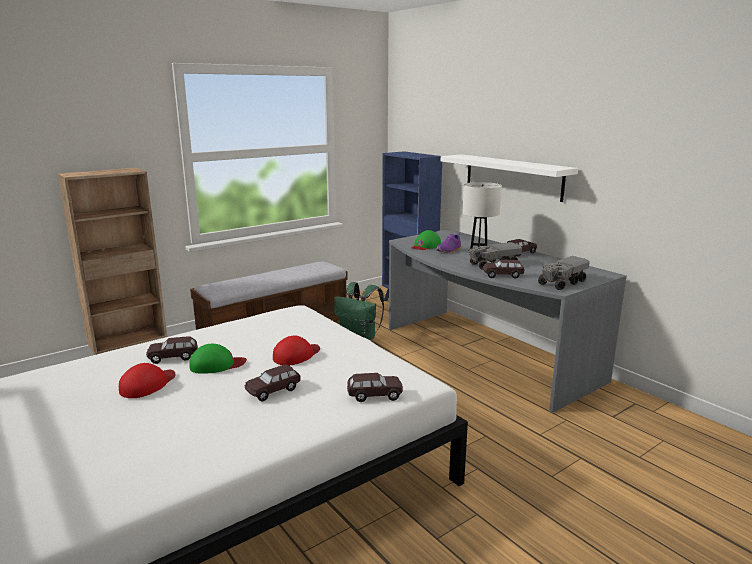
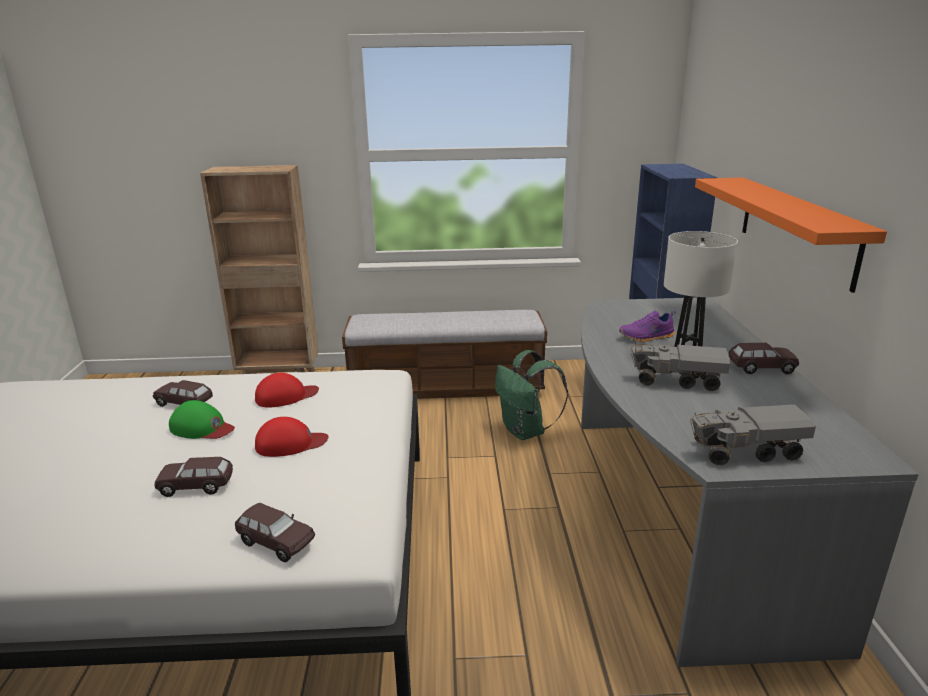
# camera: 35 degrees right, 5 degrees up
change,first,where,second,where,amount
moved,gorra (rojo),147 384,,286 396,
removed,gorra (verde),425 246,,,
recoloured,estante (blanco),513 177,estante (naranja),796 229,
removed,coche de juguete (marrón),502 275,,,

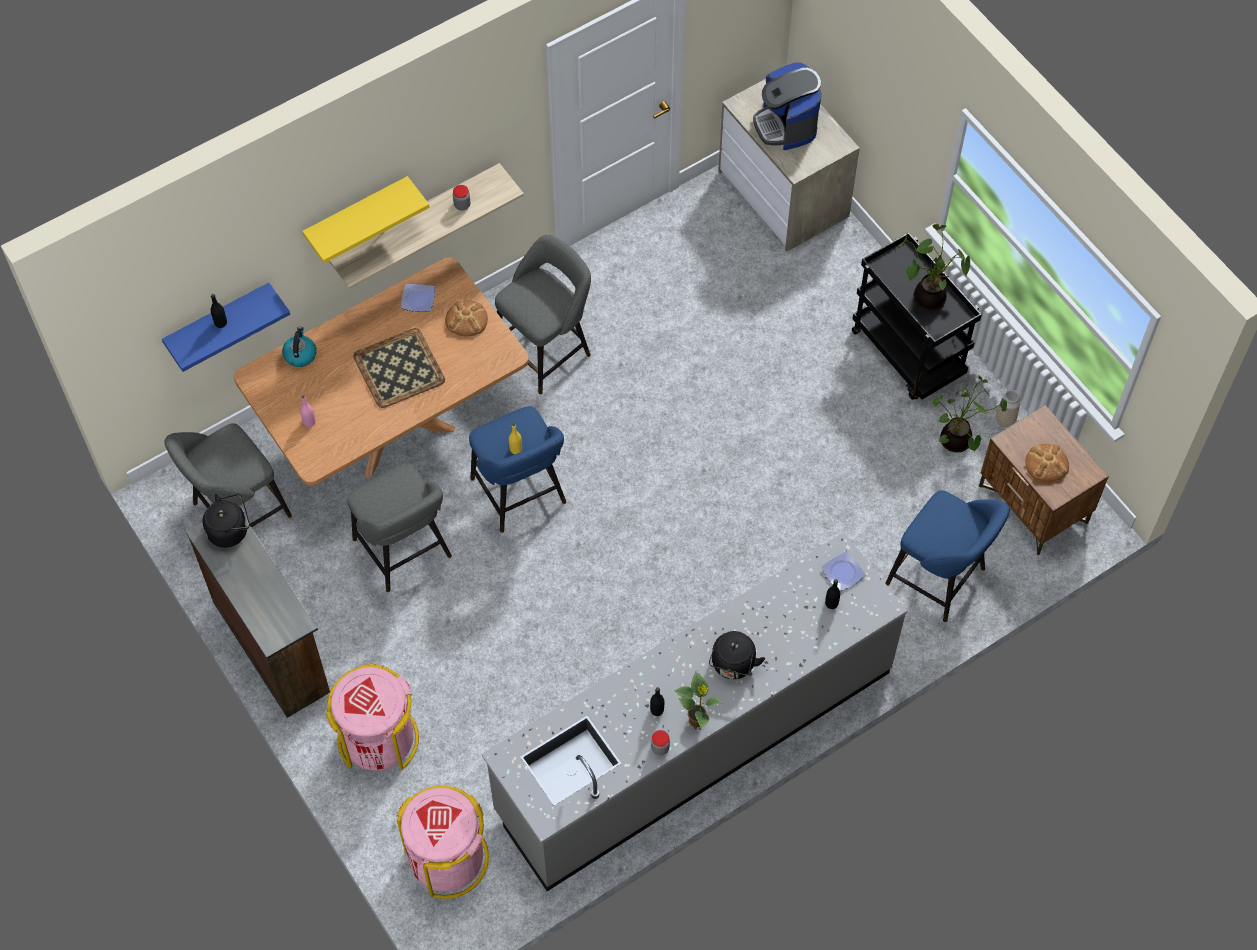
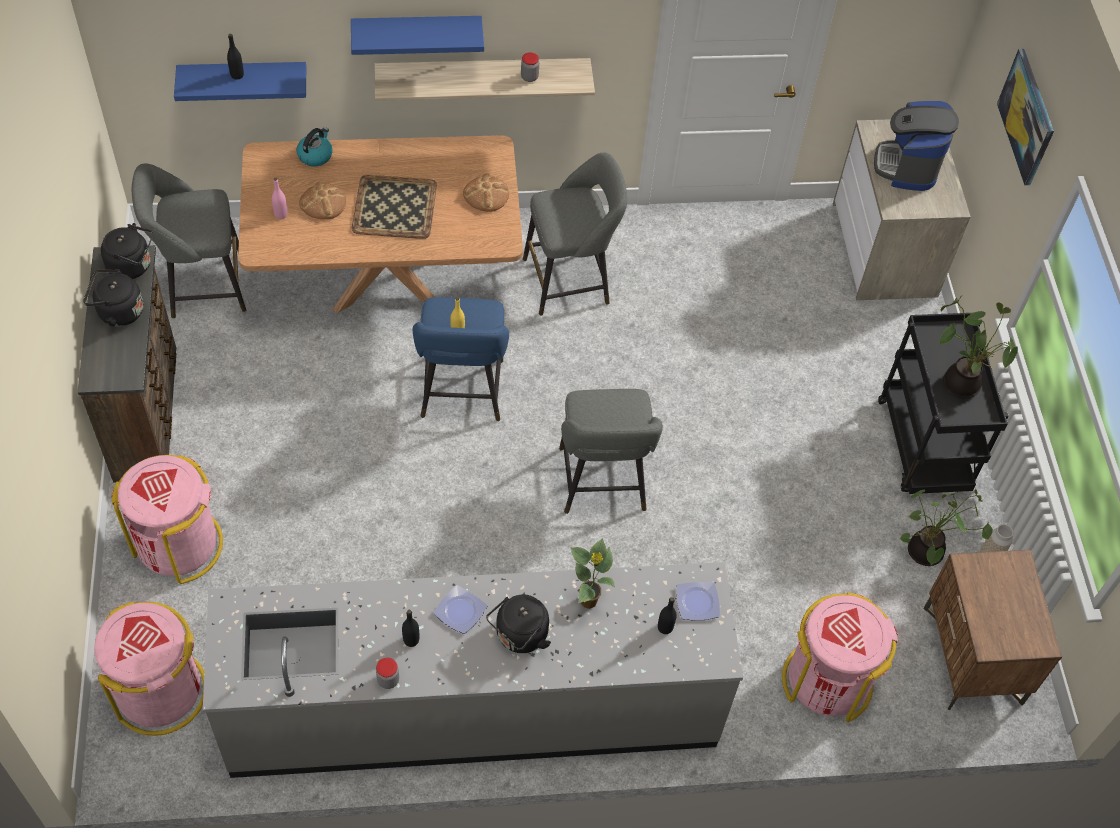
# camera: 25 degrees right, 5 degrees down
change,first,where,second,where,amount
recoloured,estante (amarillo),357 215,estante (azul),417 33,
moved,taburete (gris),405 552,,602 484,
moved,plato,418 300,,460 612,
moved,planta en maceta,697 721,,589 602,
replaced,taburete (azul),940 579,papelera (rosa),827 680,
moved,pan,1046 464,,323 203,
added,,,hervidor (negro),117 312,
added,,,cuadro,1027 116,

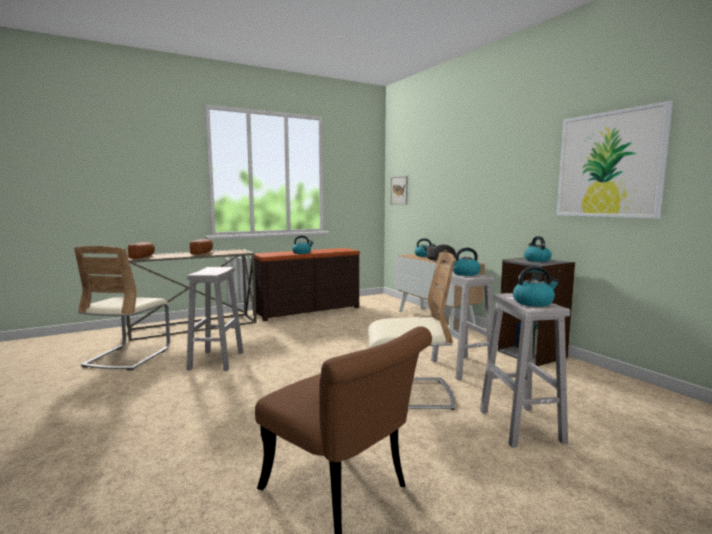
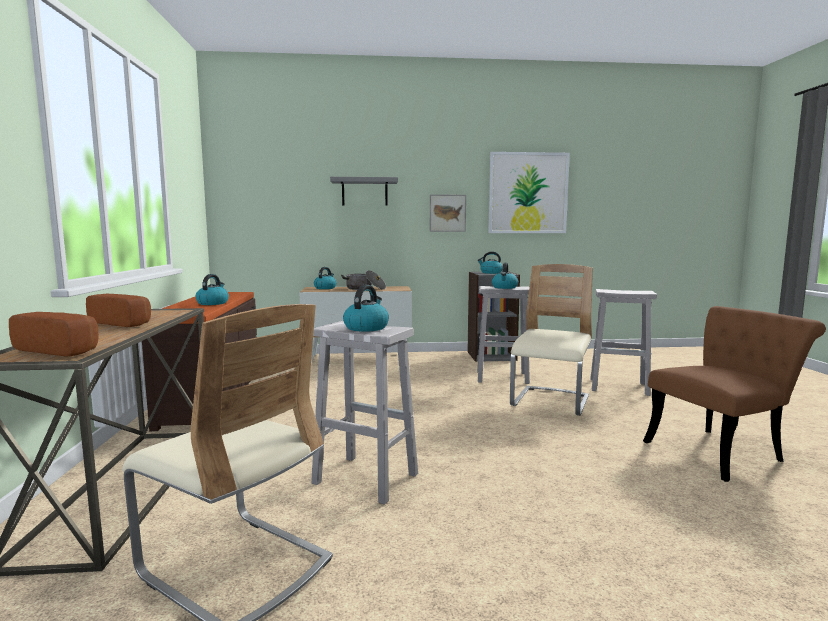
# camera: 65 degrees left, 0 degrees up
change,first,where,second,where,amount
moved,cuadro,399 190,,447 213,
moved,hervidor,533 302,,366 328,
added,,,estante (gris),364 192,

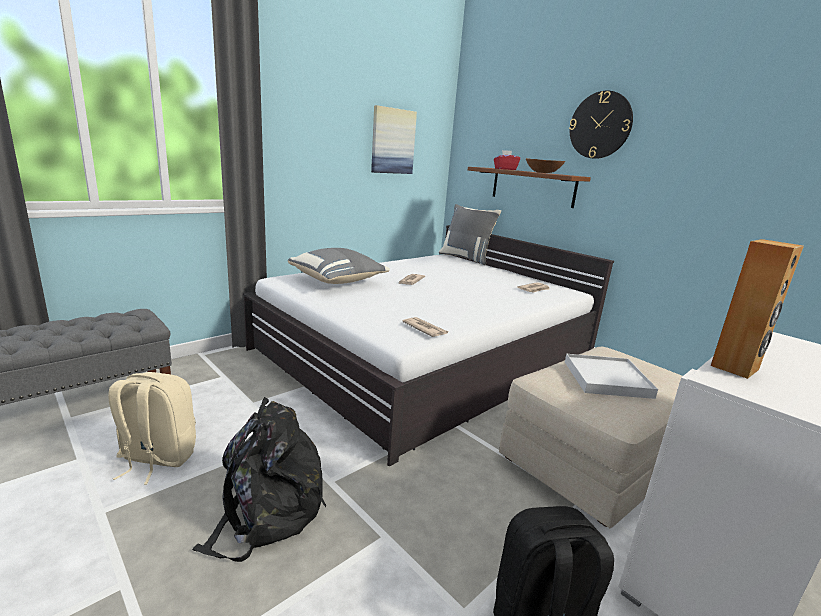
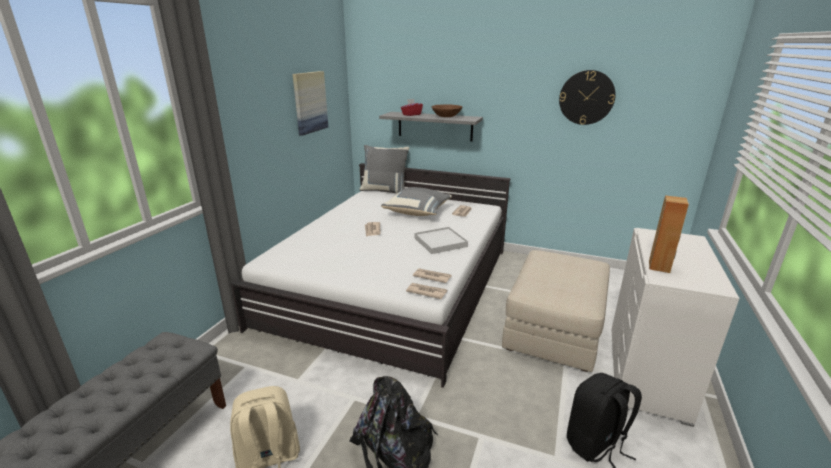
# camera: 25 degrees left, 5 degrees up
change,first,where,second,where,amount
moved,cojín (gris),338 281,,418 212,
recoloured,estante (marrón),532 187,estante (gris),435 126,
moved,bandeja (blanco),606 379,,440 242,
moved,reloj de pared,600 125,,586 97,
added,,,periódico,426 292,

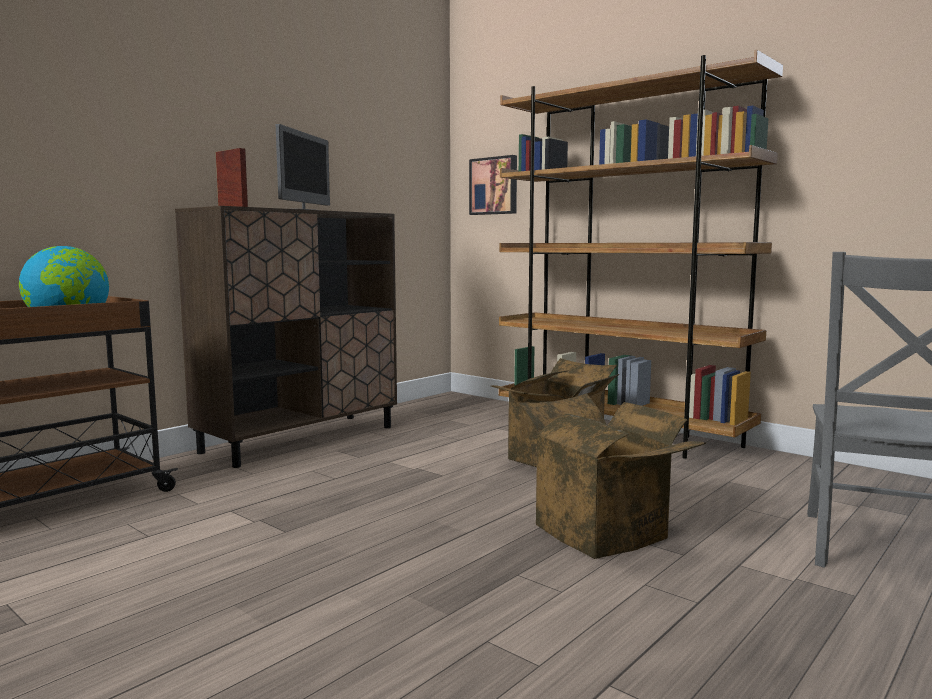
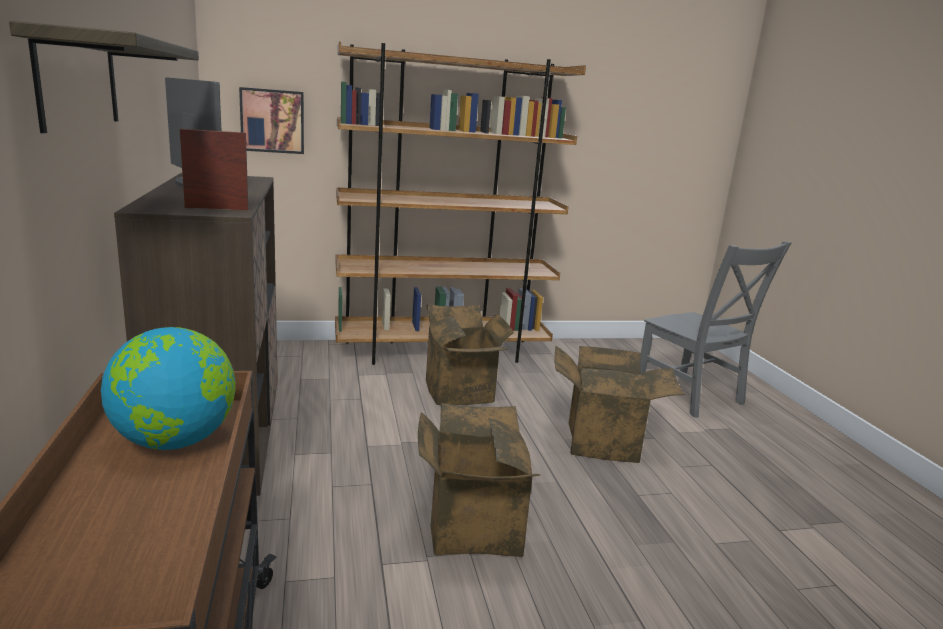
# camera: 55 degrees left, 10 degrees up
change,first,where,second,where,amount
added,,,estante,79 81,
added,,,caja de cartón,470 526,

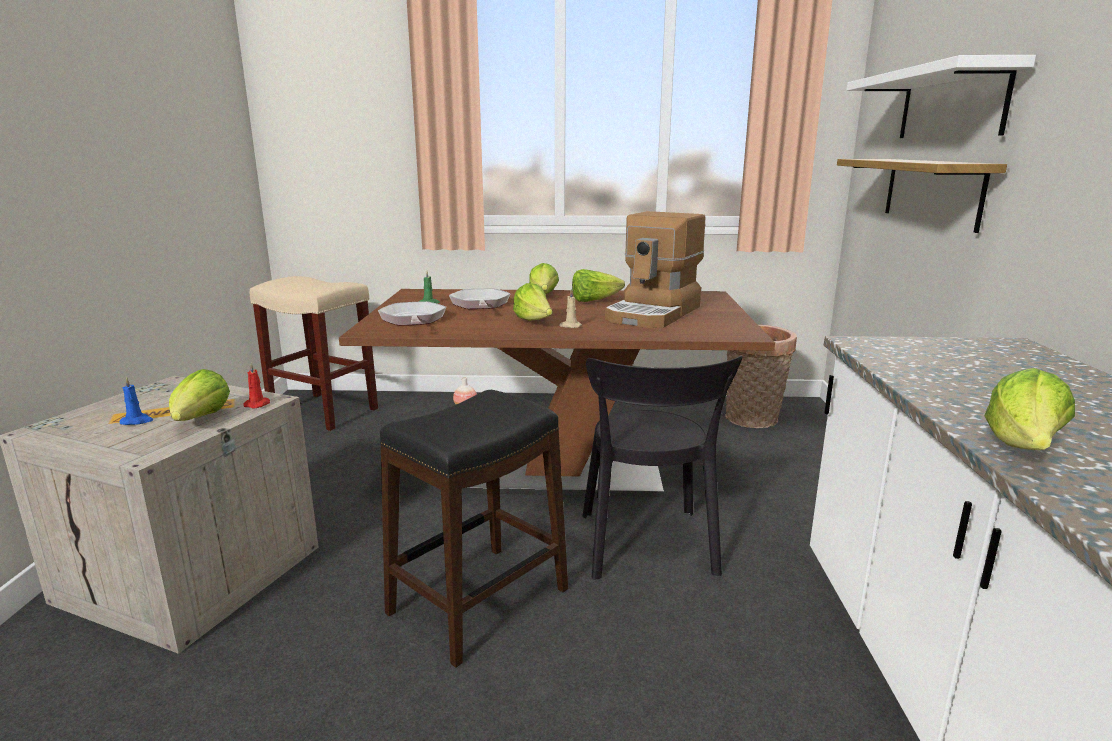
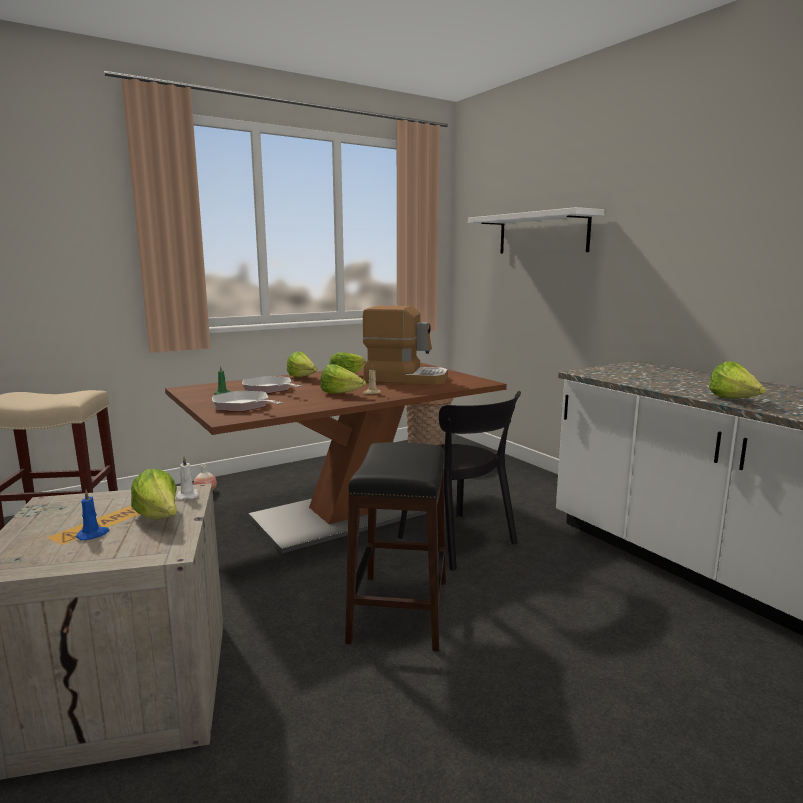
# camera: 35 degrees left, 5 degrees down
change,first,where,second,where,amount
recoloured,vela (rojo),258 404,vela (blanco),187 495,
turned,cafetera,654 313,,405 378,75 degrees counterclockwise
removed,estante,931 191,,,

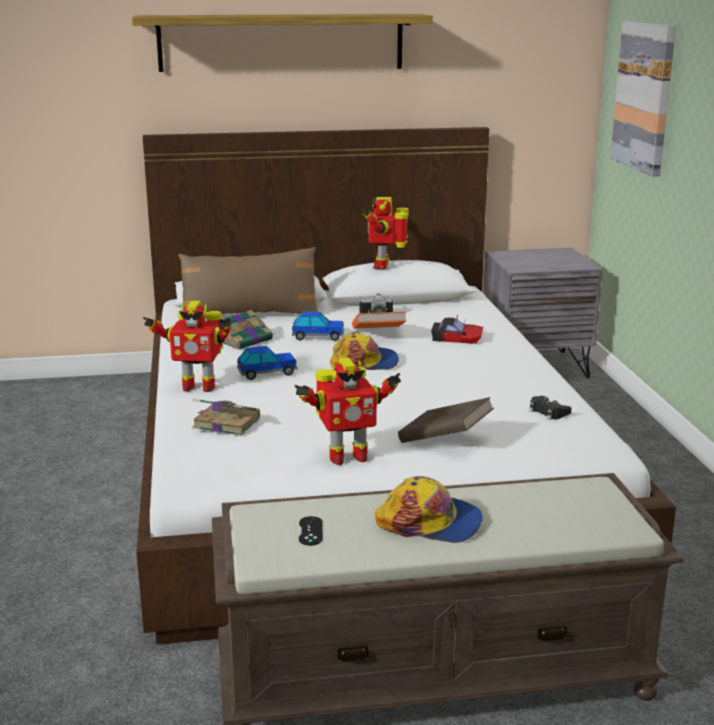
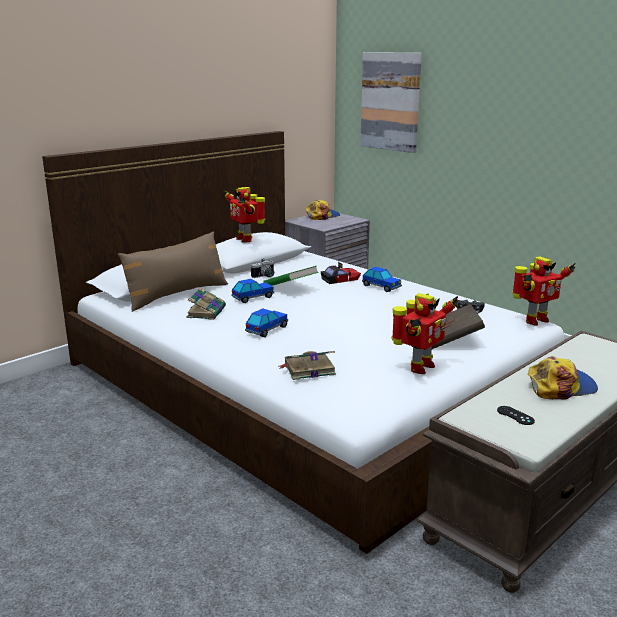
# camera: 35 degrees left, 0 degrees up
change,first,where,second,where,amount
removed,estante,281 42,,,
moved,robot de juguete,197 386,,534 320,
moved,gorra,364 362,,322 216,
recoloured,libro (naranja),378 336,libro (verde),290 288,
added,,,coche de juguete,381 287,

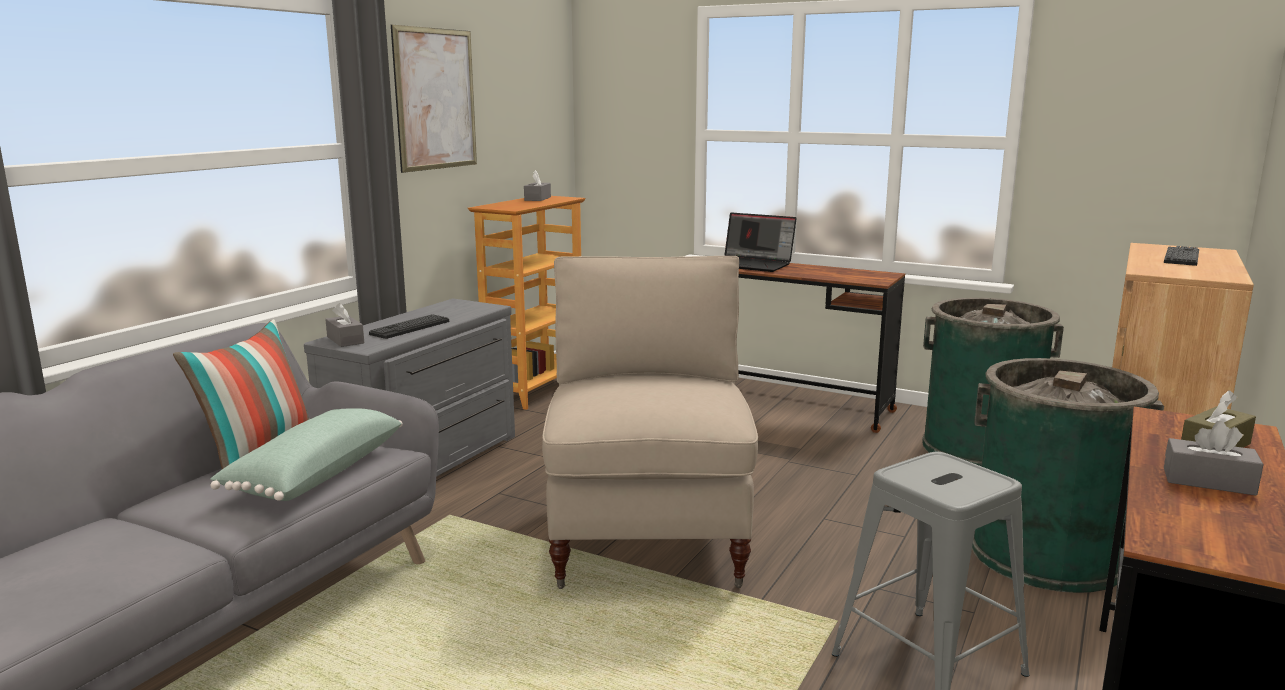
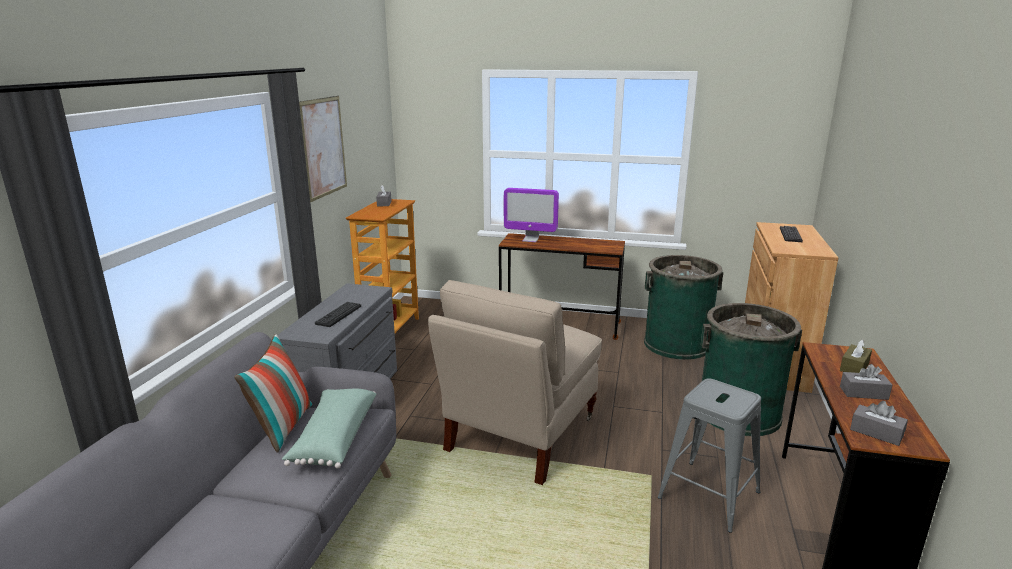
# camera: 15 degrees left, 5 degrees up
change,first,where,second,where,amount
moved,caja de pañuelos (gris),345 340,,876 432,
turned,silla (beis),648 538,,520 435,135 degrees counterclockwise
replaced,portátil,752 264,monitor,530 239,

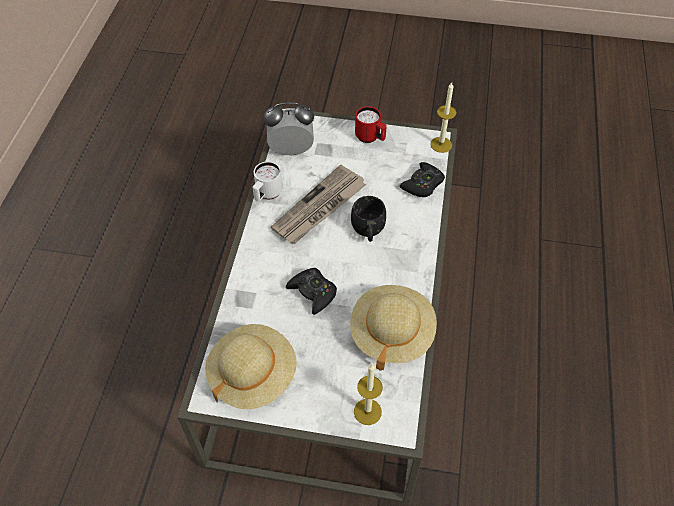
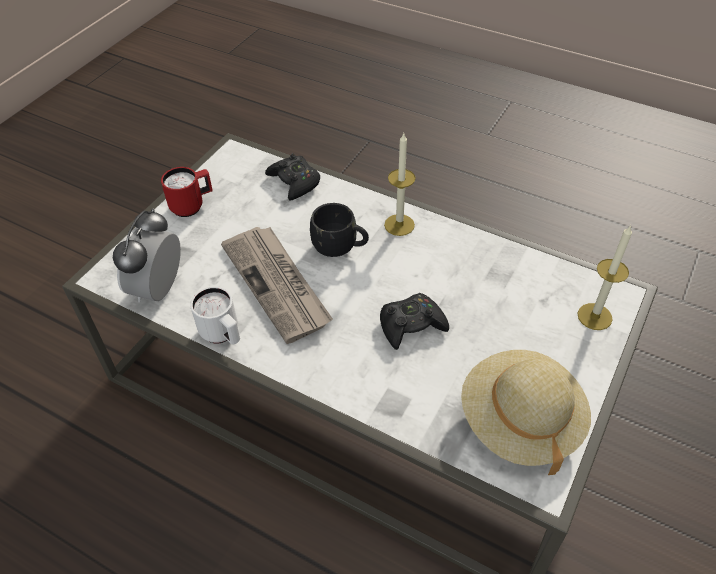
# camera: 70 degrees left, 5 degrees down
change,first,where,second,where,amount
removed,sombrero (beis),391 333,,,
moved,vela,441 144,,399 225,

